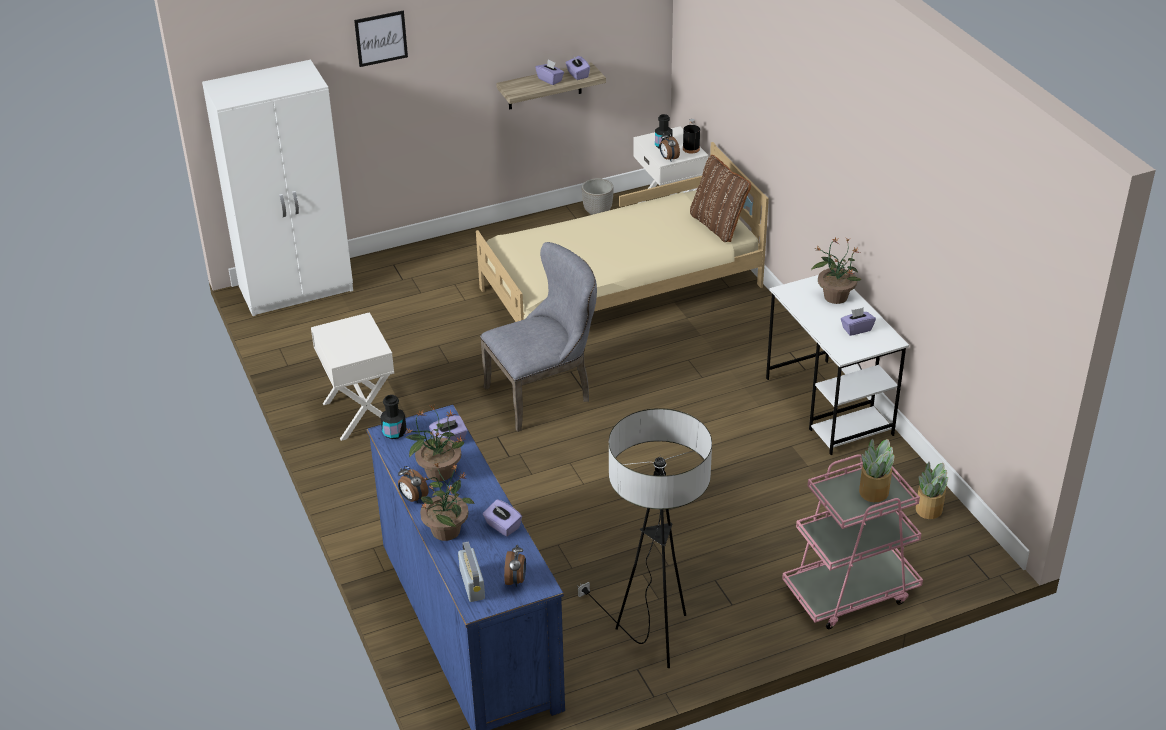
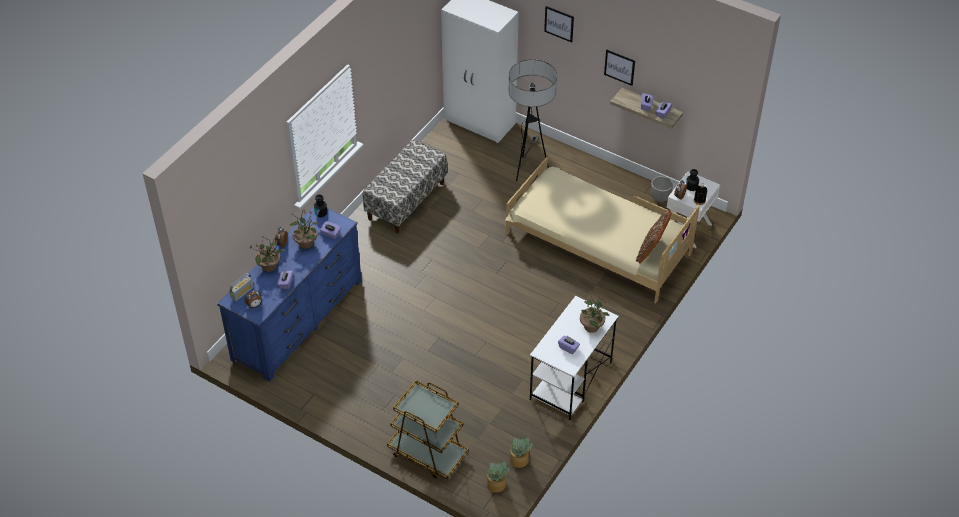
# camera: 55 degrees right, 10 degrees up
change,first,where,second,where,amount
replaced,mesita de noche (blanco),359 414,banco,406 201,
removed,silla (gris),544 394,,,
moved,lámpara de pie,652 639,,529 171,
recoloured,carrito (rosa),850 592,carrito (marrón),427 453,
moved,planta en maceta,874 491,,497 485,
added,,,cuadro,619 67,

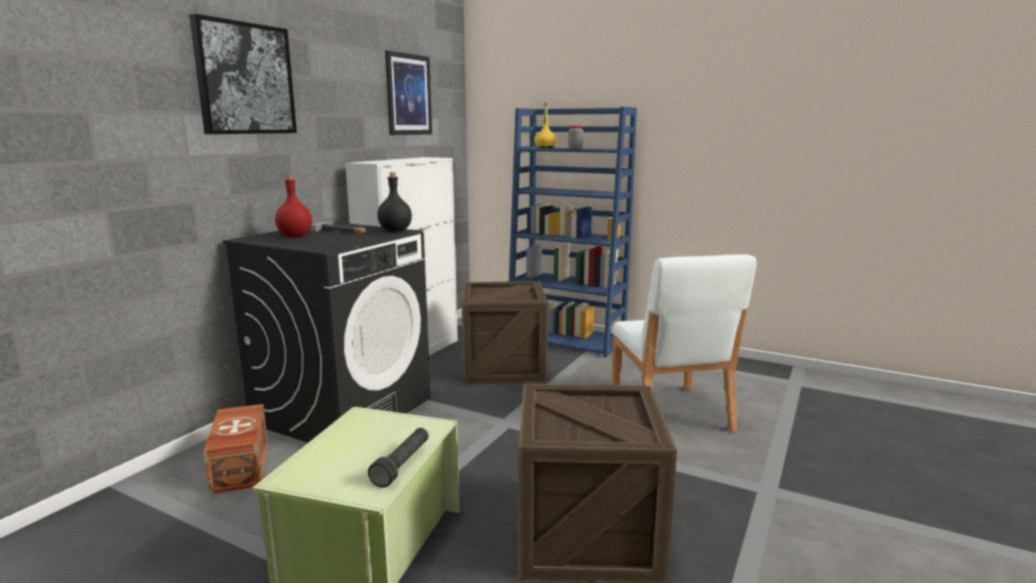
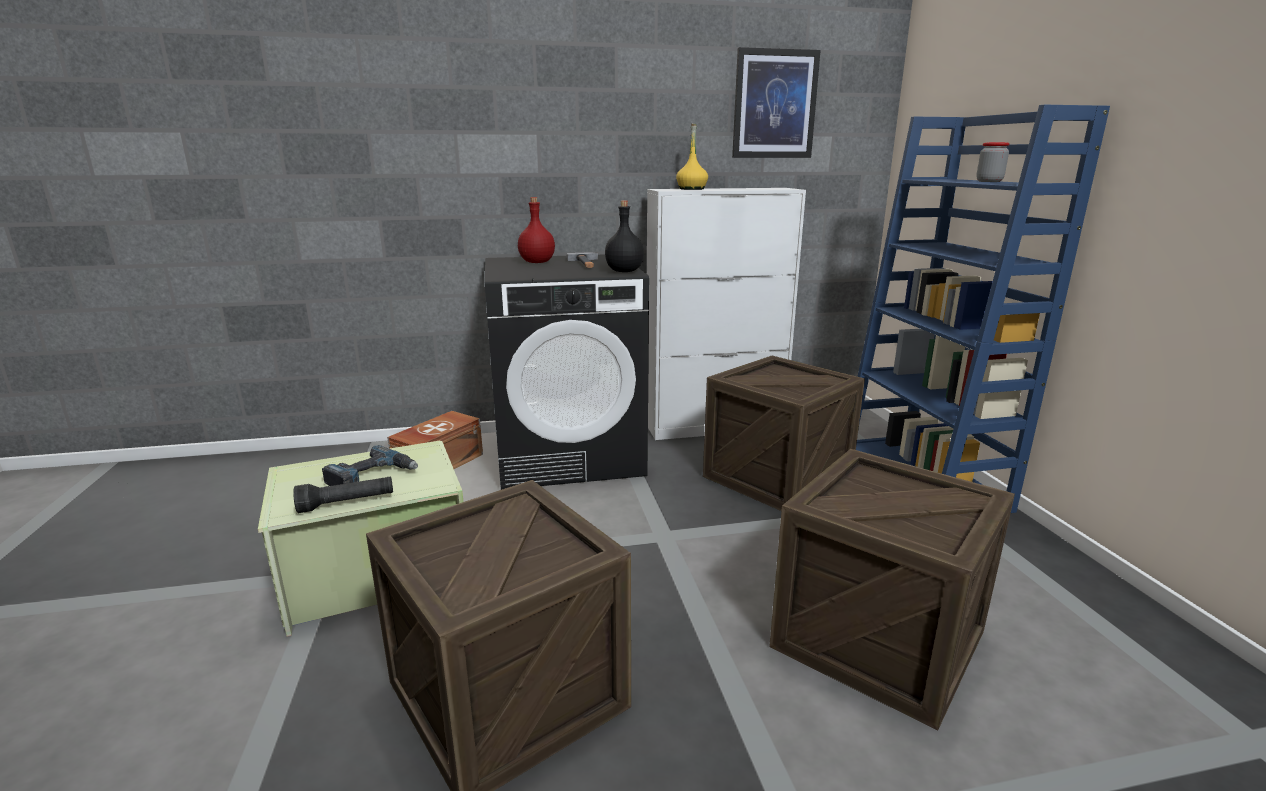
# camera: 50 degrees right, 5 degrees up
change,first,where,second,where,amount
removed,cuadro,245 79,,,
moved,botella (amarillo),545 148,,692 189,
replaced,silla (blanco),670 412,caja de embalaje,878 639,
added,,,taladro,372 476,

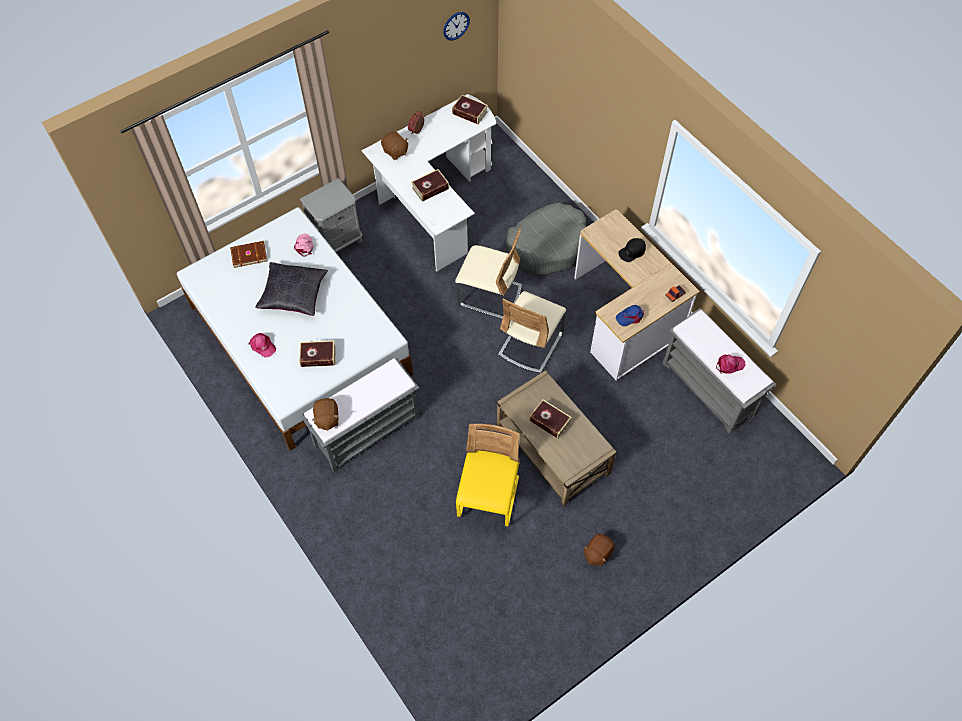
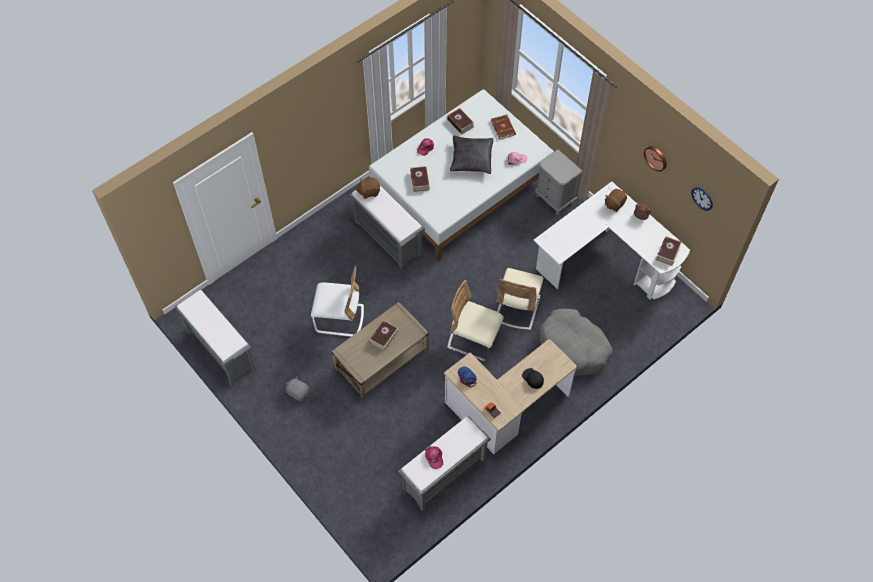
# camera: 85 degrees right, 0 degrees up
change,first,where,second,where,amount
moved,libro,430 188,,460 123,
recoloured,silla (amarillo),488 497,silla (blanco),339 319,
recoloured,peluche (marrón),597 553,peluche (gris),298 392,
added,,,banco (gris),220 350,
added,,,reloj de pared,656 157,

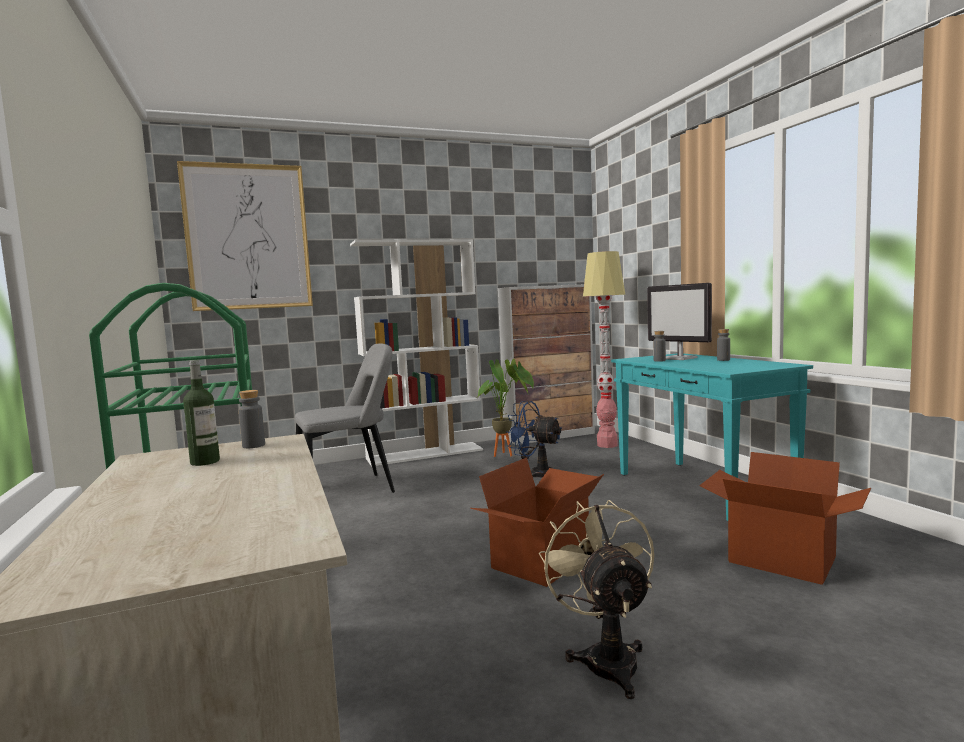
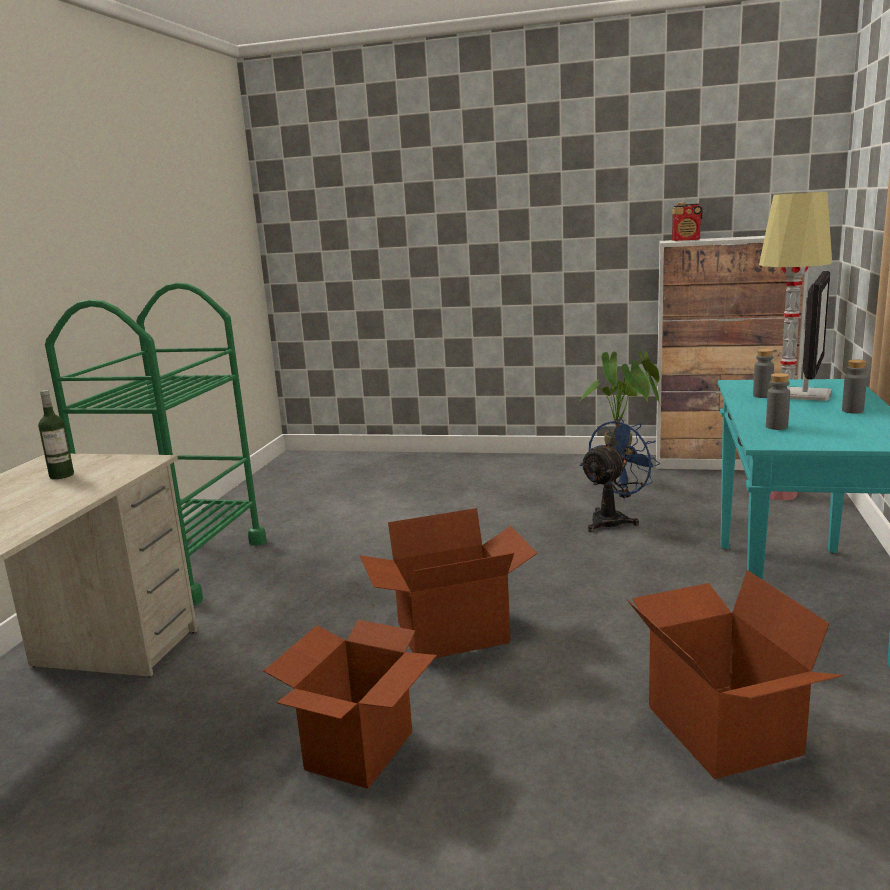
# camera: 35 degrees right, 10 degrees up
change,first,where,second,where,amount
removed,cuadro,248 237,,,
moved,botella (gris),253 445,,776 427,
removed,silla (gris),350 490,,,
removed,estantería (blanco),425 454,,,
turned,ventilador (azul),536 474,,614 520,75 degrees clockwise
replaced,ventilador (beis),606 658,caja de cartón,359 751,
turned,monitor,680 358,,807 395,150 degrees counterclockwise
added,,,radio,686 240,

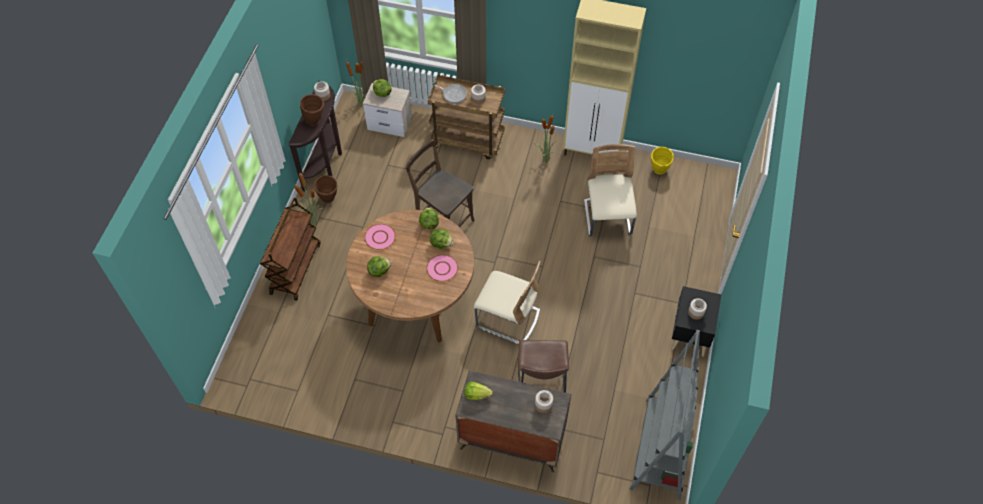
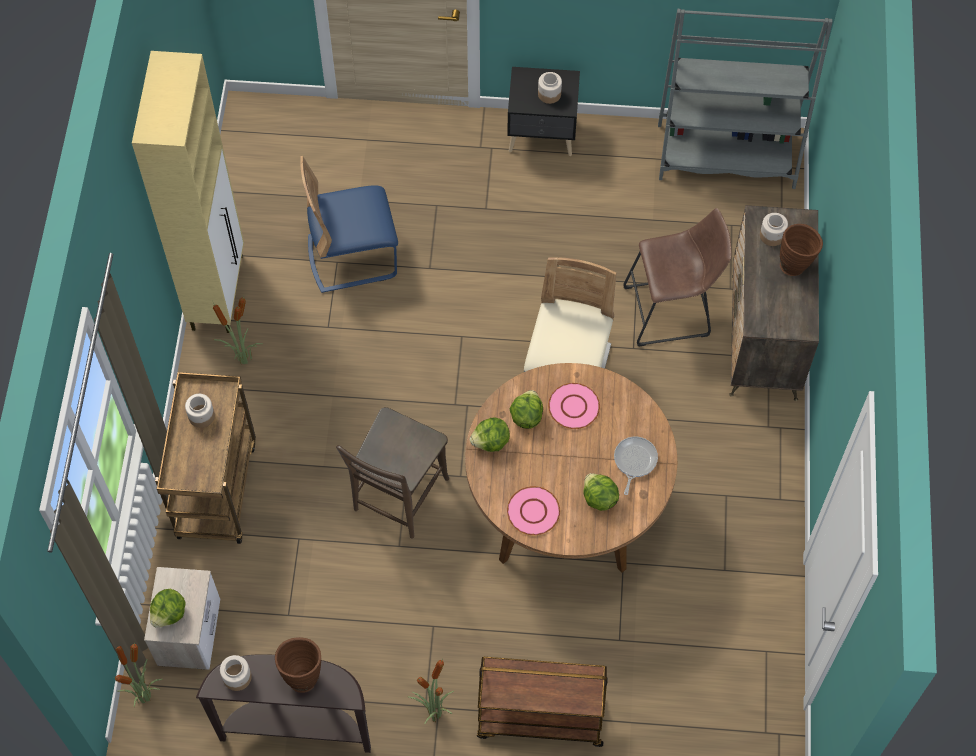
# camera: 100 degrees left, 5 degrees up
change,first,where,second,where,amount
moved,florero (marrón),329 200,,795 264,
moved,sartén,453 94,,634 461,
removed,lechuga,477 394,,,
recoloured,silla (beis),607 218,silla (azul),352 256,
removed,florero (amarillo),659 171,,,

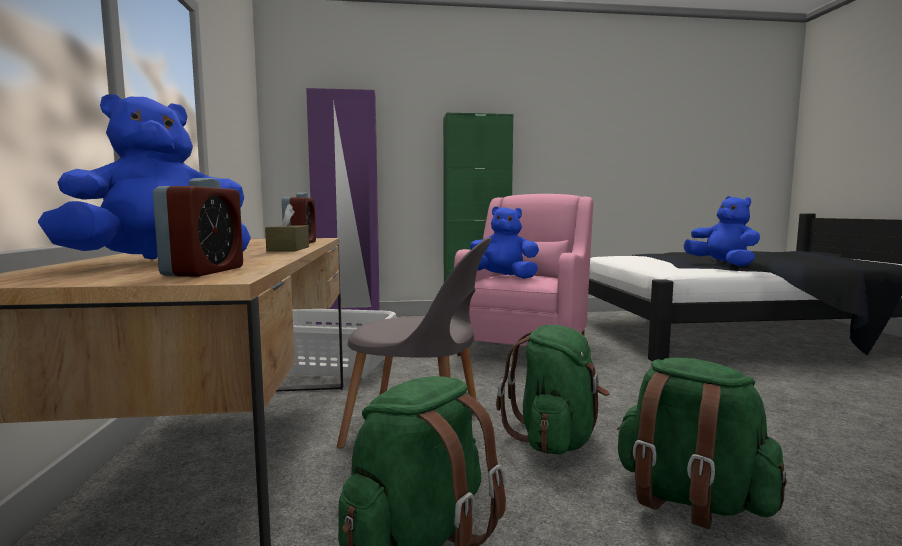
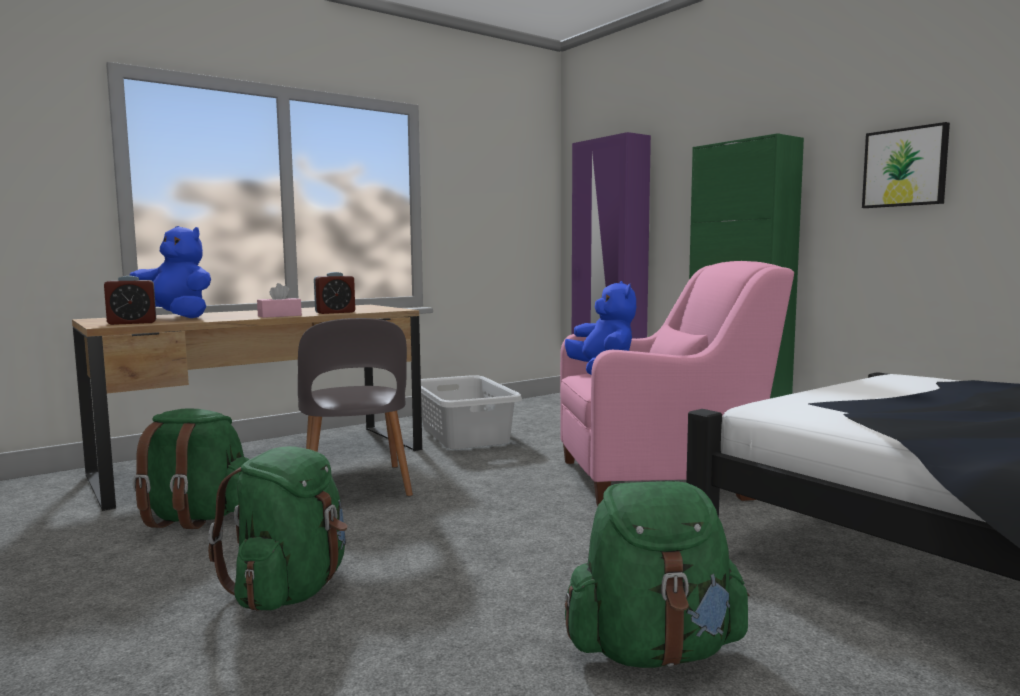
# camera: 60 degrees right, 0 degrees up
change,first,where,second,where,amount
recoloured,caja de pañuelos (marrón),288 249,caja de pañuelos (rosa),279 316,
moved,mochila (verde),555 439,,654 651,
removed,peluche (azul),722 264,,,
added,,,cuadro,905 167,

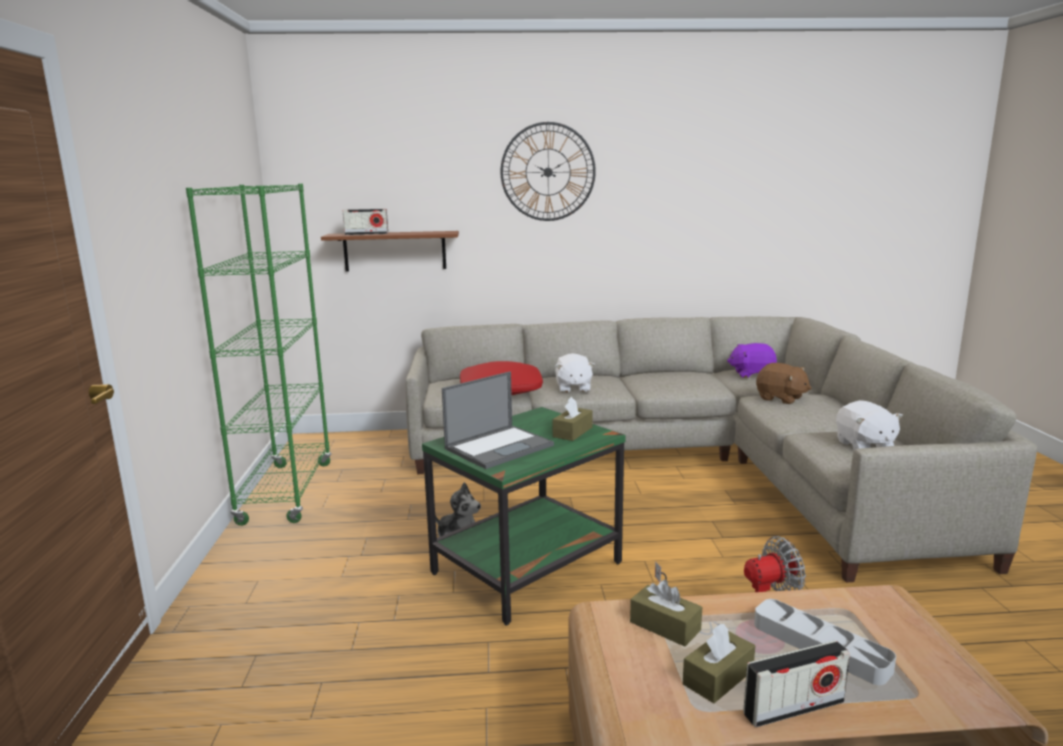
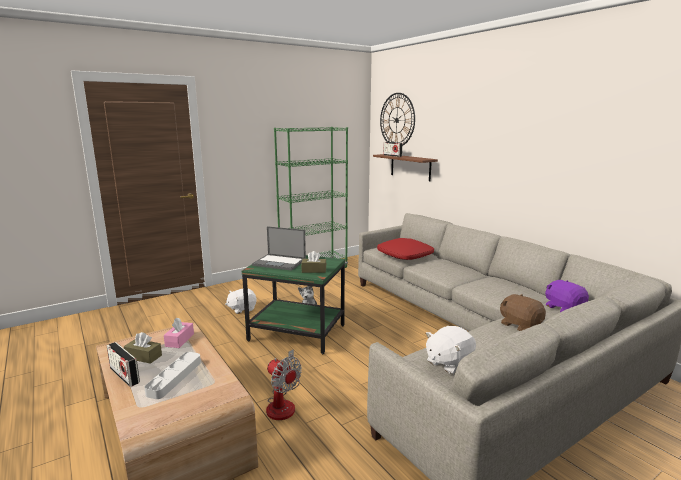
# camera: 60 degrees right, 0 degrees up
change,first,where,second,where,amount
moved,reloj de pared,548 172,,397 120,
moved,peluche (blanco),573 388,,242 309,
recoloured,caja de pañuelos (marrón),665 626,caja de pañuelos (rosa),179 340,
turned,peluche (marrón),781 399,,520 325,135 degrees clockwise

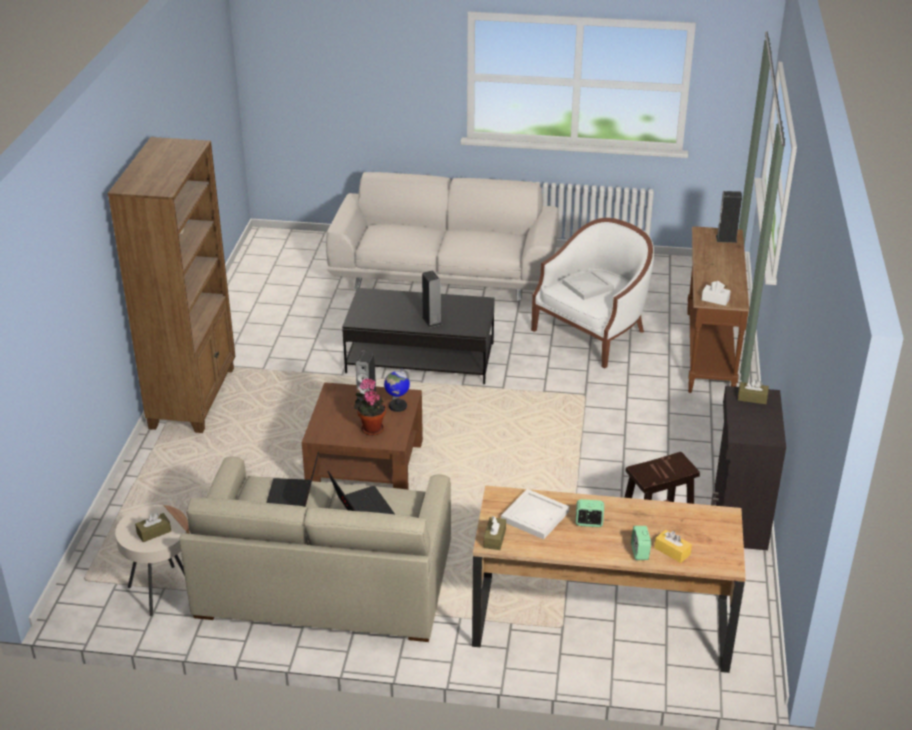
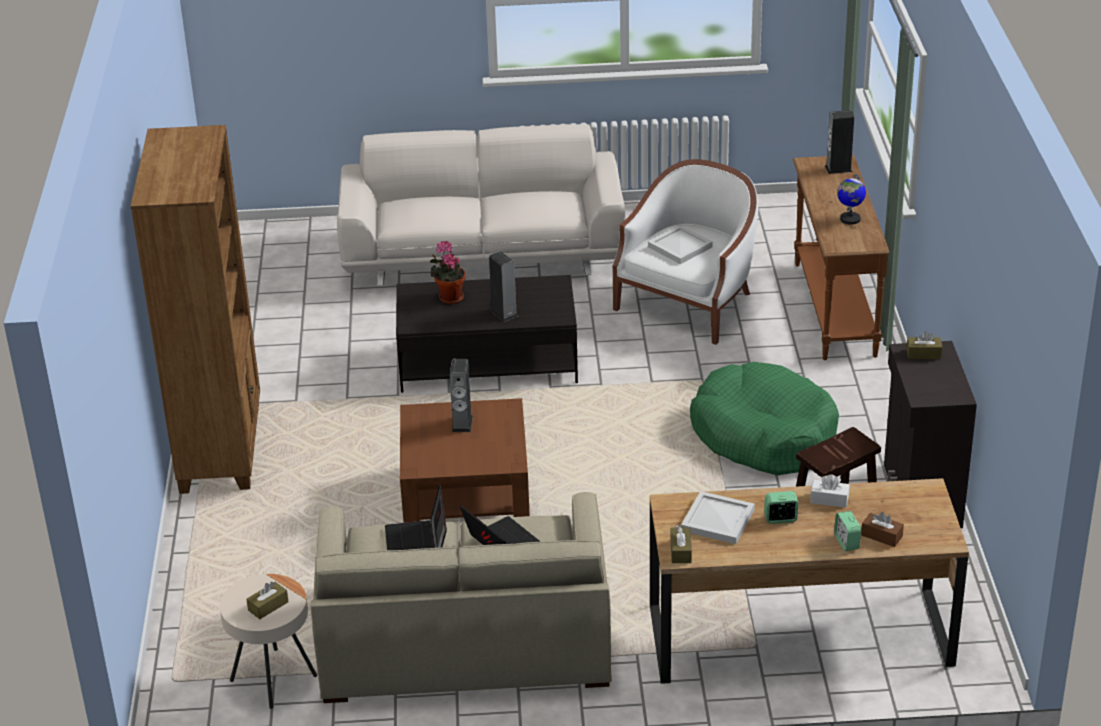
# camera: 10 degrees left, 0 degrees up
change,first,where,second,where,amount
moved,planta en maceta,371 428,,449 297,
moved,globo terráqueo,397 406,,850 219,
recoloured,caja de pañuelos (amarillo),672 551,caja de pañuelos (marrón),881 536,
moved,caja de pañuelos (blanco),715 299,,829 499,
added,,,cama para perro (verde),764 435,

